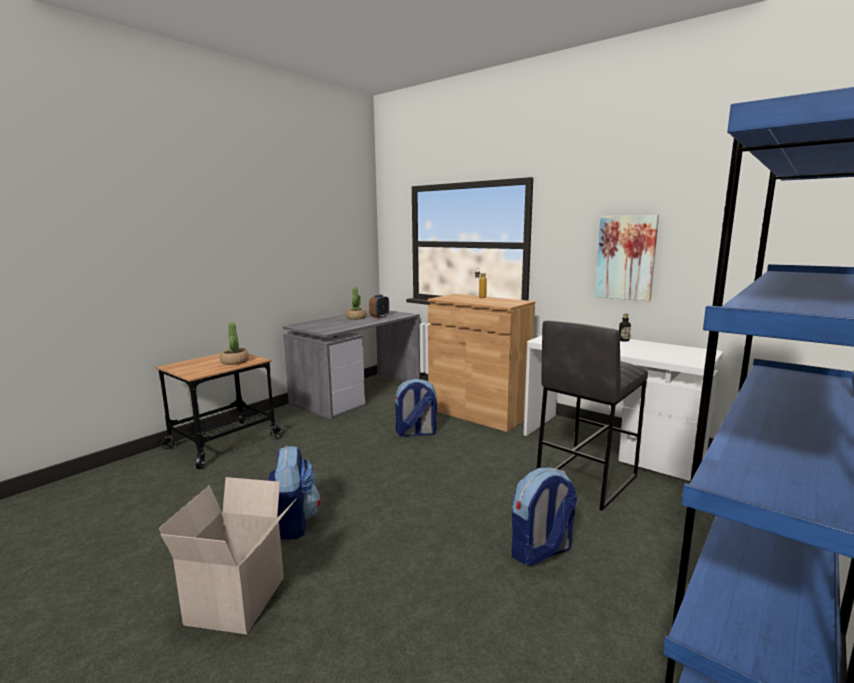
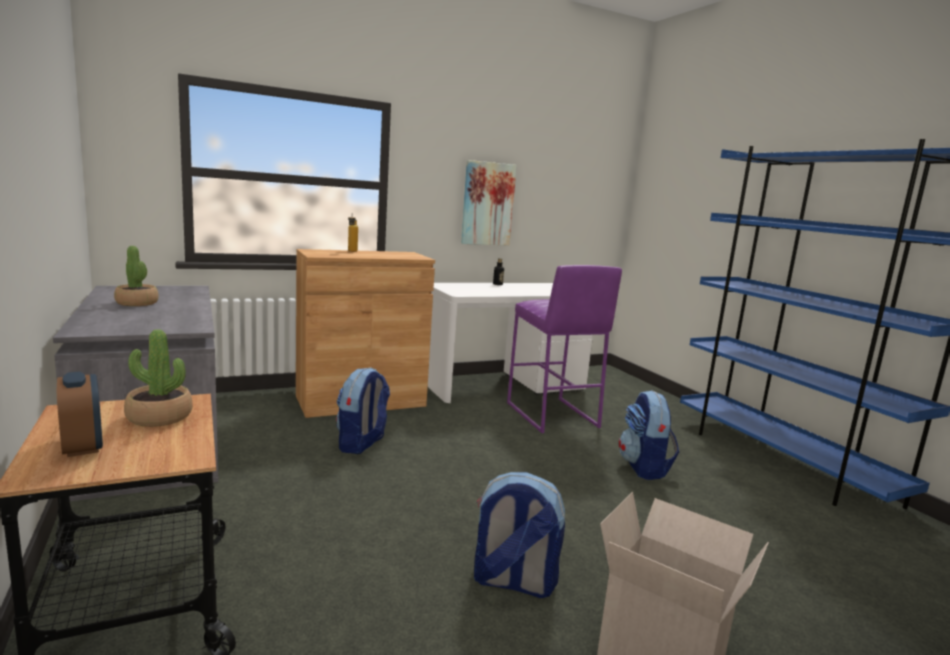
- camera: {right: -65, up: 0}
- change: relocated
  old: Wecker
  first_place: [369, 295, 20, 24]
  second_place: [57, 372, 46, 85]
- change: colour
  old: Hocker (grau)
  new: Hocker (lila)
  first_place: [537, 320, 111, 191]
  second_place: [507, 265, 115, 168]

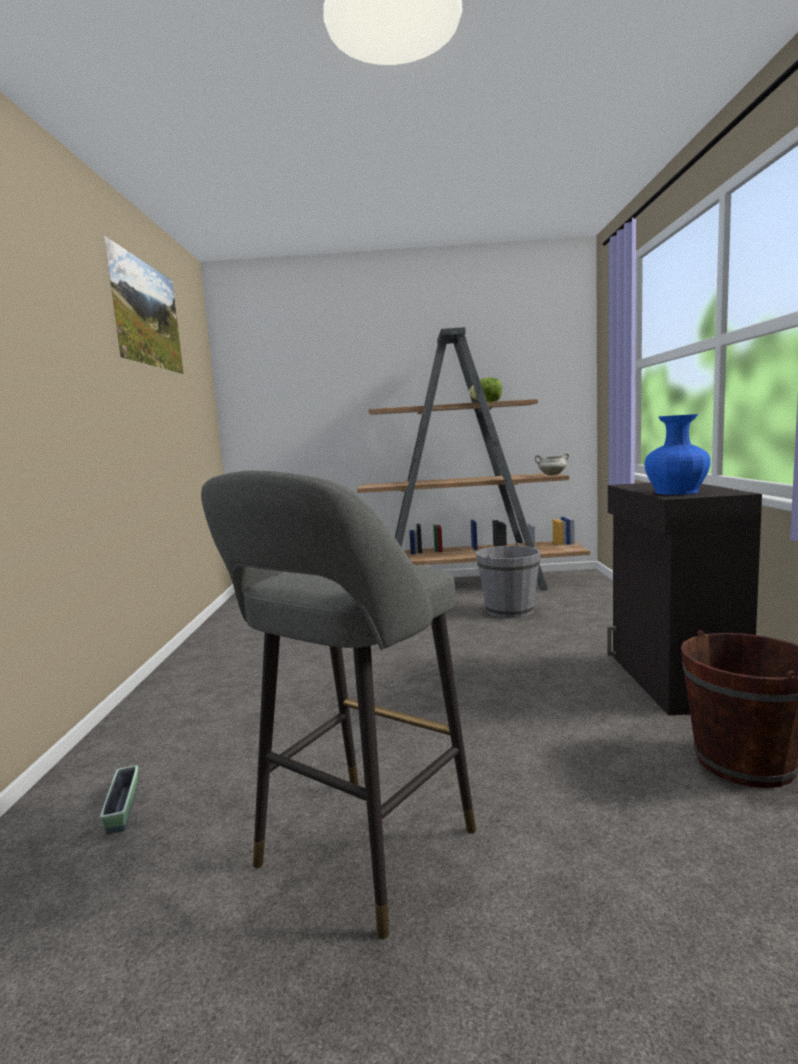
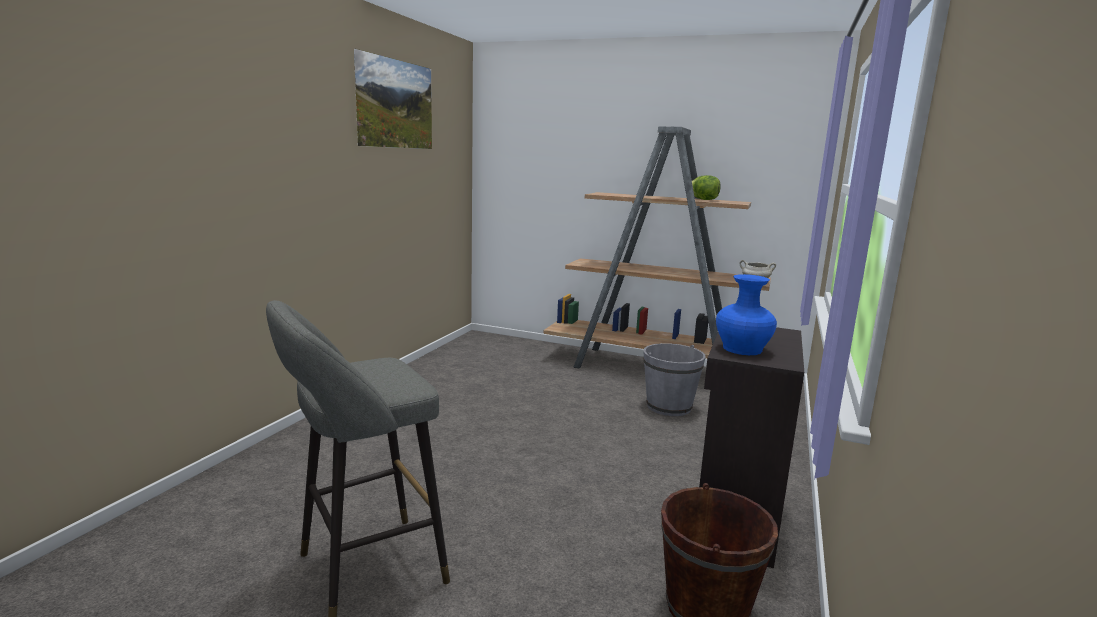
- camera: {right: 20, up: 5}
- change: missing
  old: Pflanzkübel
  first_place: [100, 765, 38, 69]

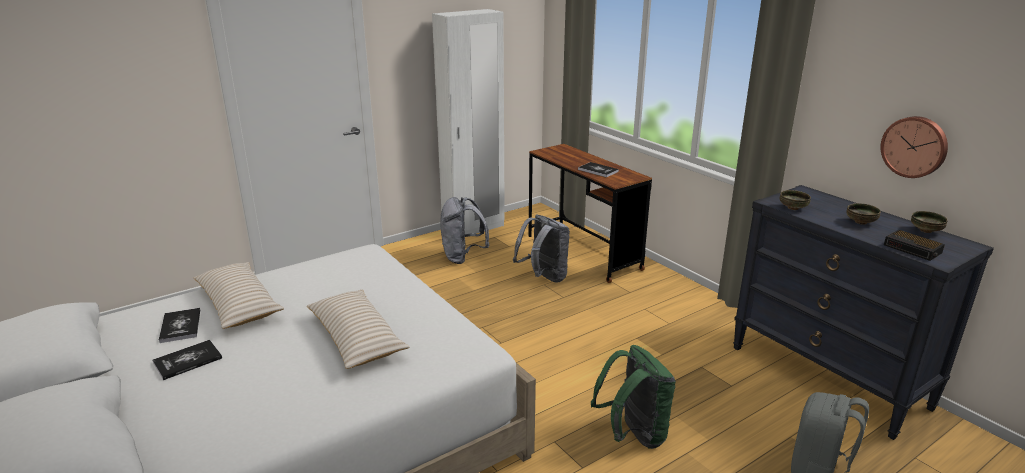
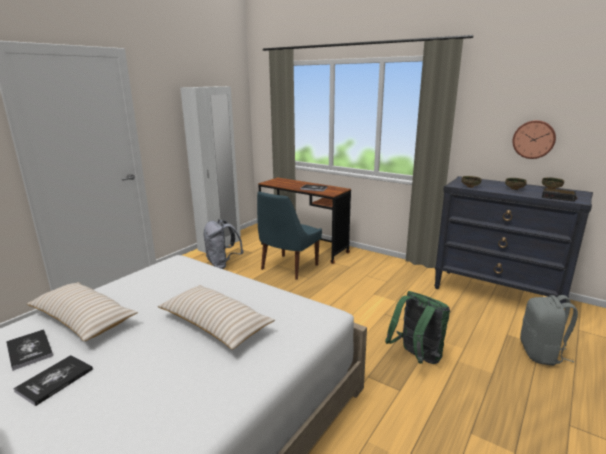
- camera: {right: -20, up: -5}
- change: exchanged
  old: Rucksack (grau)
  new: Stuhl (blau)
  first_place: [513, 214, 57, 69]
  second_place: [257, 192, 65, 88]

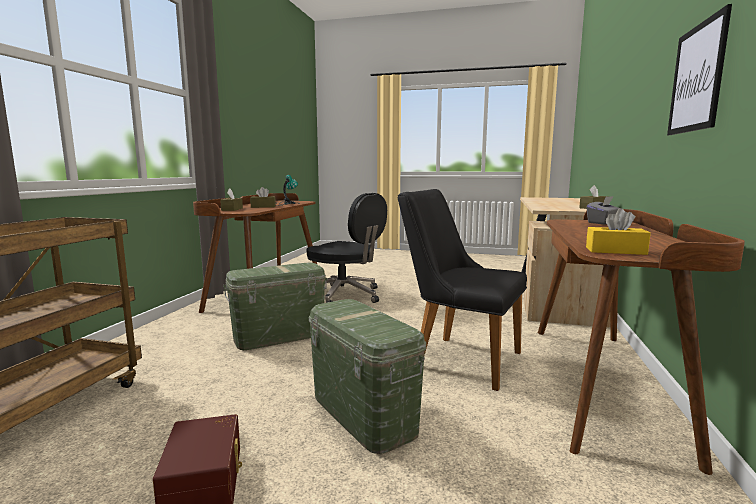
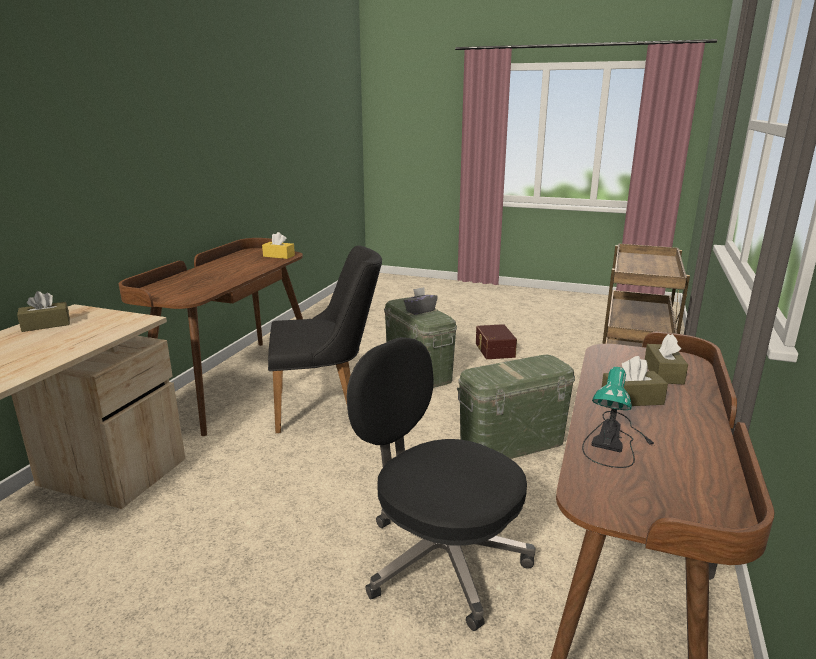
- camera: {right: -175, up: 10}
- change: missing
  old: Bild
  first_place: [667, 4, 65, 131]
- change: relocated
  old: Taschentuchbox (grau)
  first_place: [587, 196, 32, 28]
  second_place: [403, 287, 35, 28]
- change: spun
  old: Stuhl (schwarz)
  first_place: [398, 189, 129, 202]
  second_place: [268, 245, 114, 188]
  degrees: -45

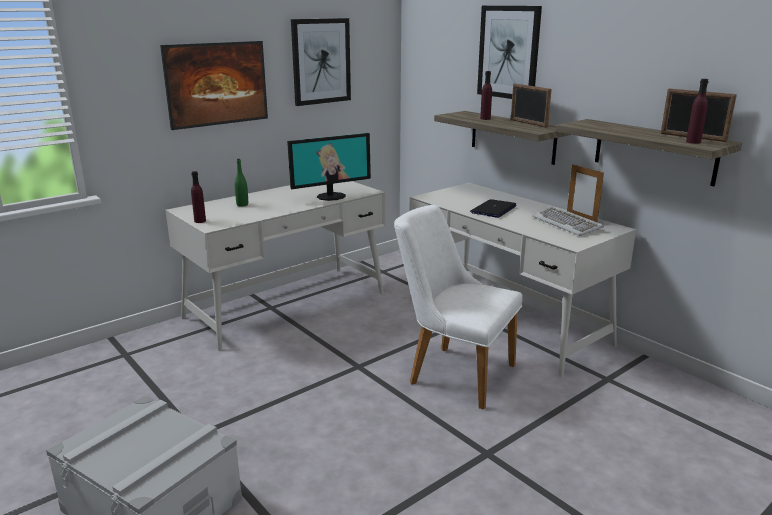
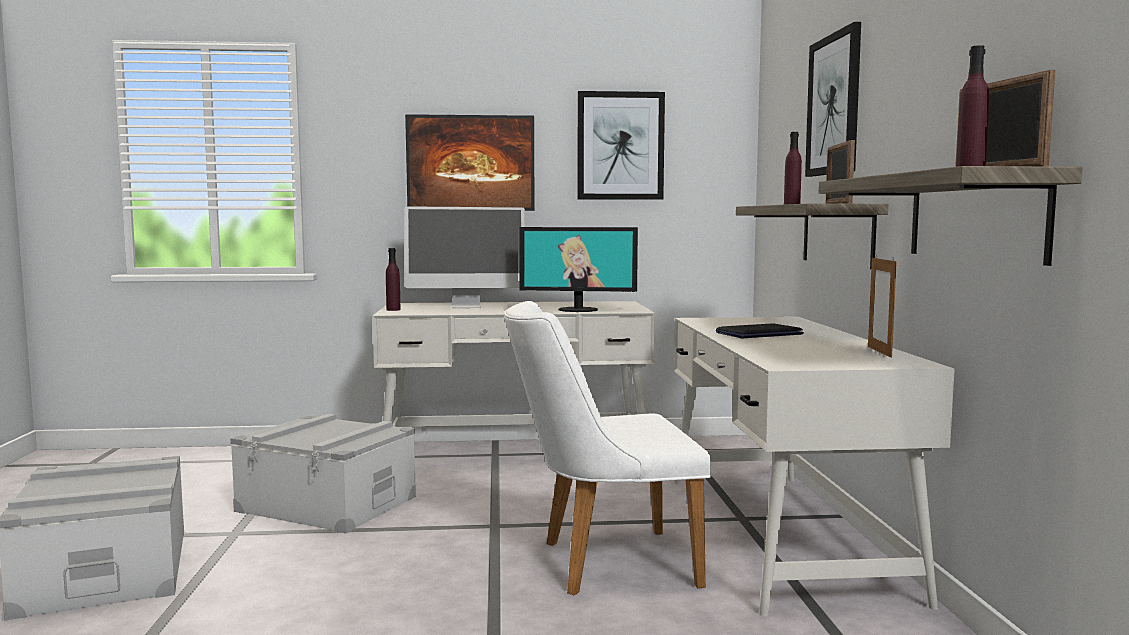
- camera: {right: 35, up: -15}
- change: missing
  old: Tastatur
  first_place: [532, 207, 72, 29]
- change: appeared
  new: Aufbewahrungsbox (grau)
  second_place: [230, 414, 186, 119]
- change: exchanged
  old: Flasche (grün)
  new: Monitor
  first_place: [235, 159, 13, 48]
  second_place: [405, 206, 120, 102]
- change: spun
  old: Stuhl (weiß)
  first_place: [394, 205, 129, 205]
  second_place: [504, 301, 207, 295]
  degrees: -75

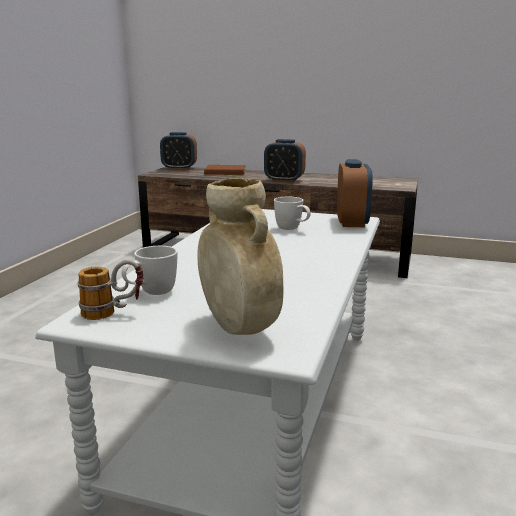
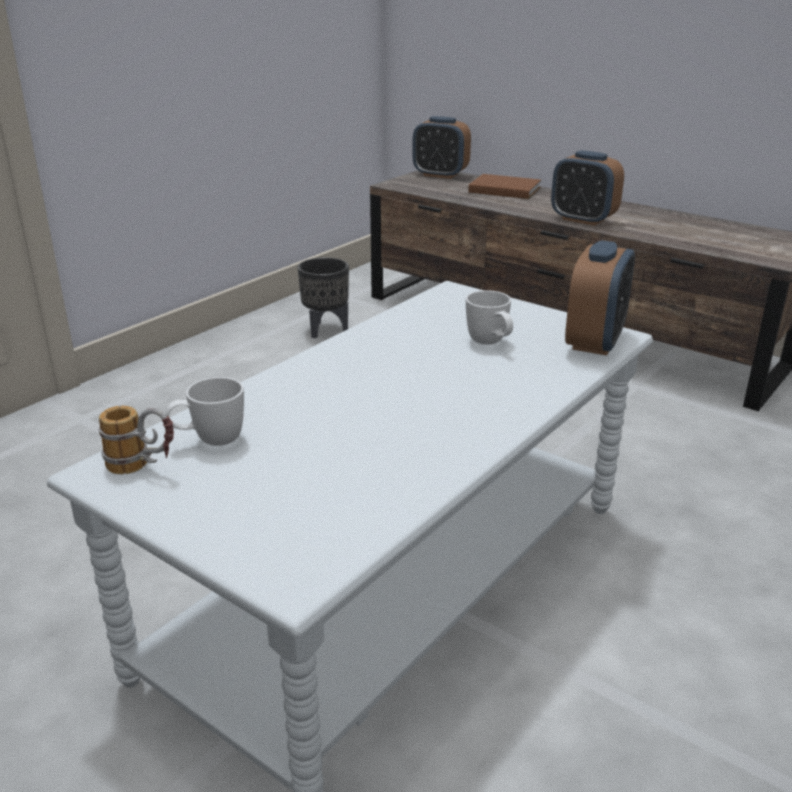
- camera: {right: 20, up: 10}
- change: missing
  old: Vase (beige)
  first_place: [197, 178, 87, 157]
- change: appeared
  new: Pflanzkübel (schwarz)
  second_place: [298, 257, 51, 81]

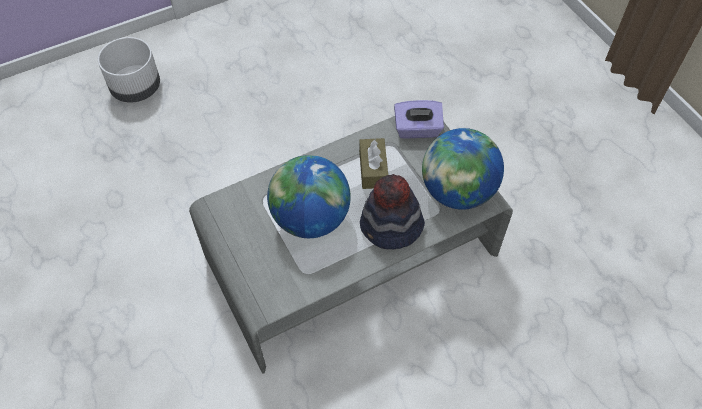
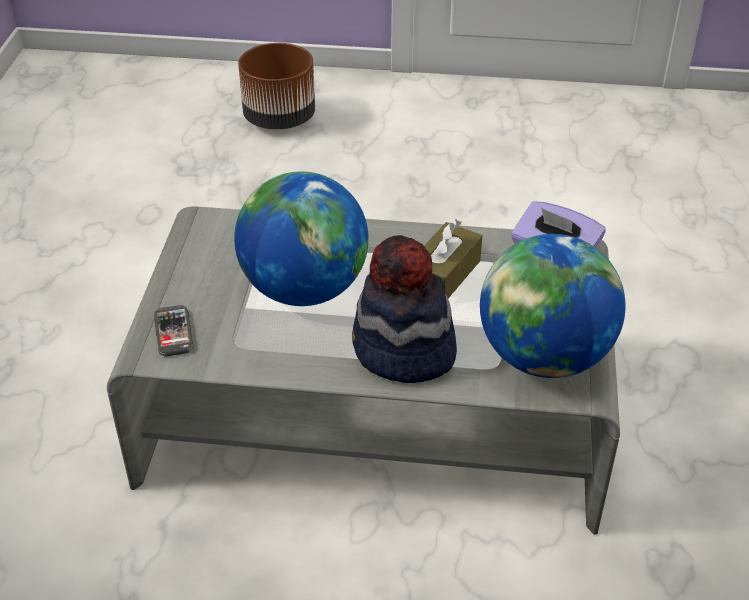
- camera: {right: 35, up: -15}
- change: appeared
  new: Handy
  second_place: [154, 305, 40, 52]
- change: colour
  old: Pflanzkübel (weiß)
  new: Pflanzkübel (braun)
  first_place: [98, 37, 62, 66]
  second_place: [238, 43, 77, 86]

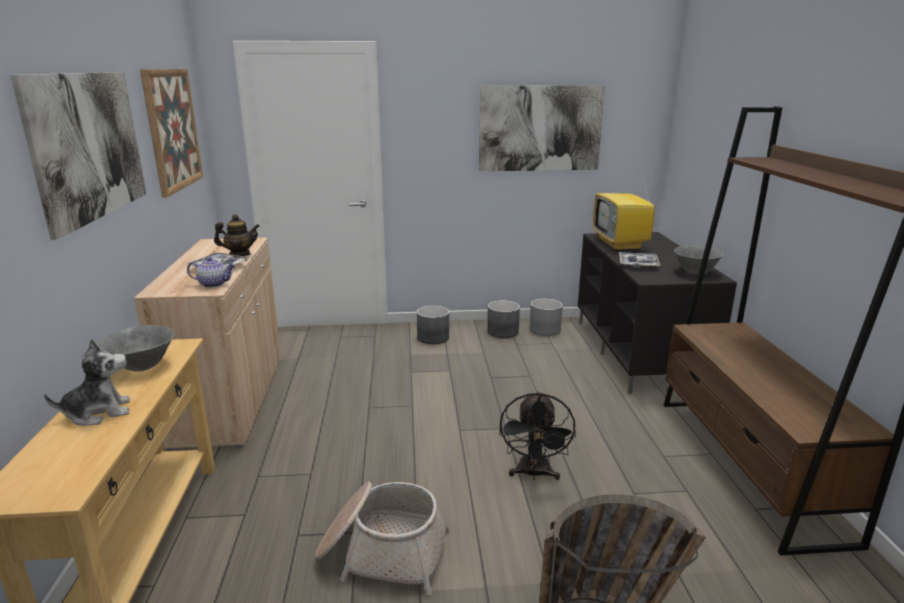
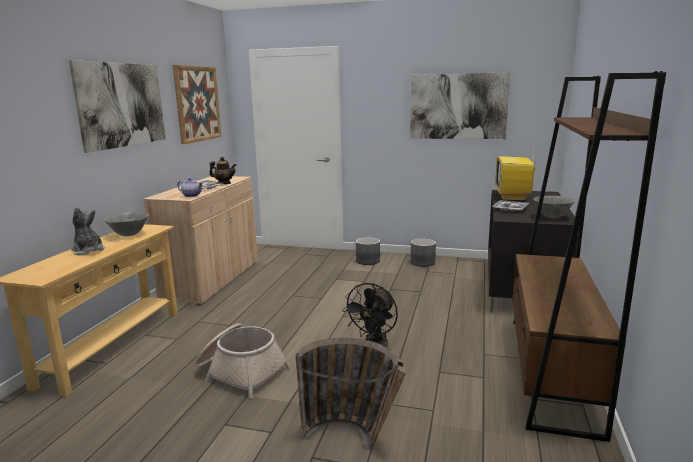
- camera: {right: 20, up: -5}
- change: missing
  old: Pflanzkübel (grau)
  first_place: [529, 298, 34, 38]
- change: spun
  old: Plüschtier
  first_place: [44, 339, 86, 87]
  second_place: [71, 207, 34, 48]
  degrees: -135

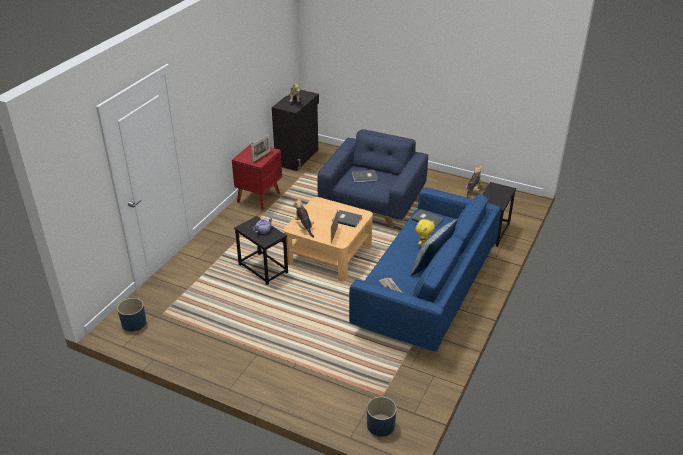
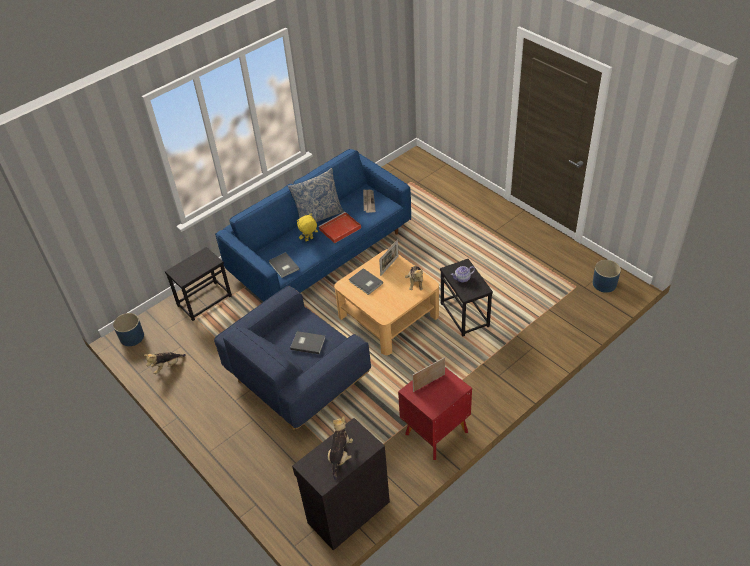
- camera: {right: -155, up: 10}
- change: appeared
  new: Tablett (rot)
  second_place: [318, 212, 43, 31]
- change: relocated
  old: Pflanzkübel (blau)
  first_place: [367, 397, 30, 40]
  second_place: [113, 313, 31, 33]

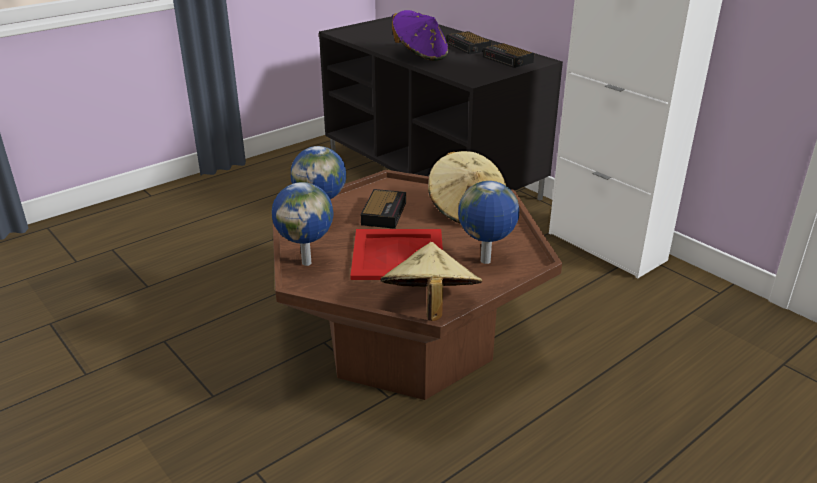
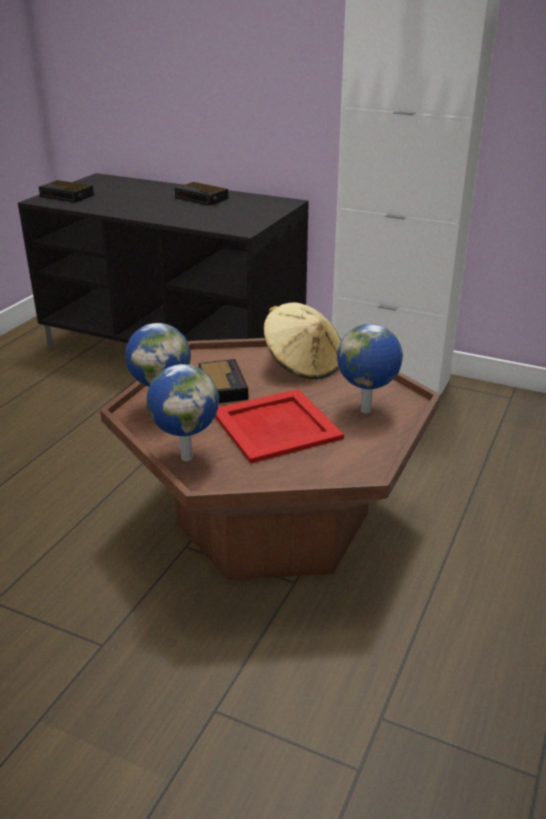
- camera: {right: -25, up: 0}
- change: missing
  old: Hut (beige)
  first_place: [381, 242, 101, 79]
- change: missing
  old: Hut (lila)
  first_place: [392, 10, 56, 51]
- change: relocated
  old: Wecker
  first_place: [483, 43, 51, 25]
  second_place: [39, 180, 55, 22]

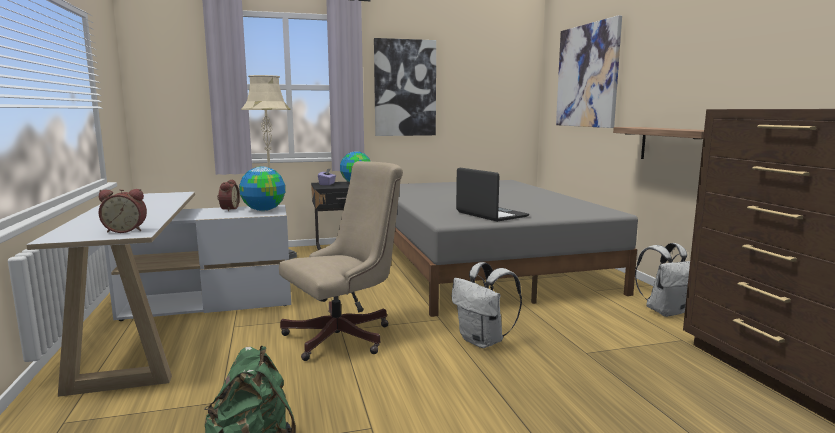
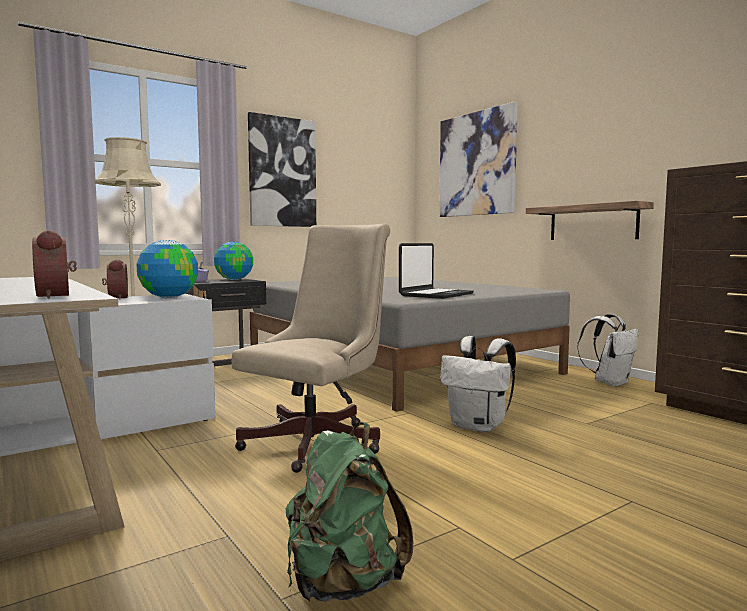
- camera: {right: -20, up: -5}
- change: spun
  old: Wecker
  first_place: [98, 189, 49, 44]
  second_place: [32, 230, 45, 68]
  degrees: 90
- change: spun
  old: Laptop
  first_place: [456, 168, 73, 54]
  second_place: [399, 243, 75, 56]
  degrees: 90

